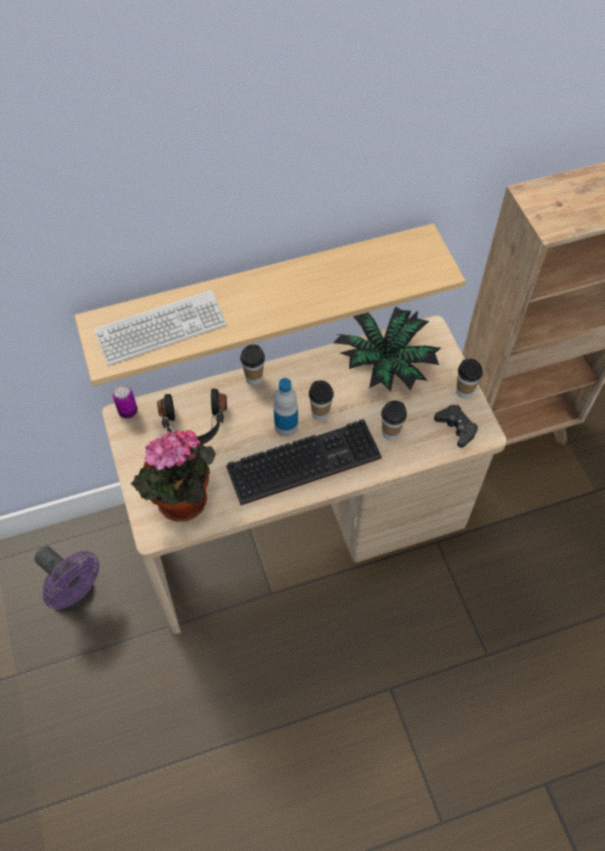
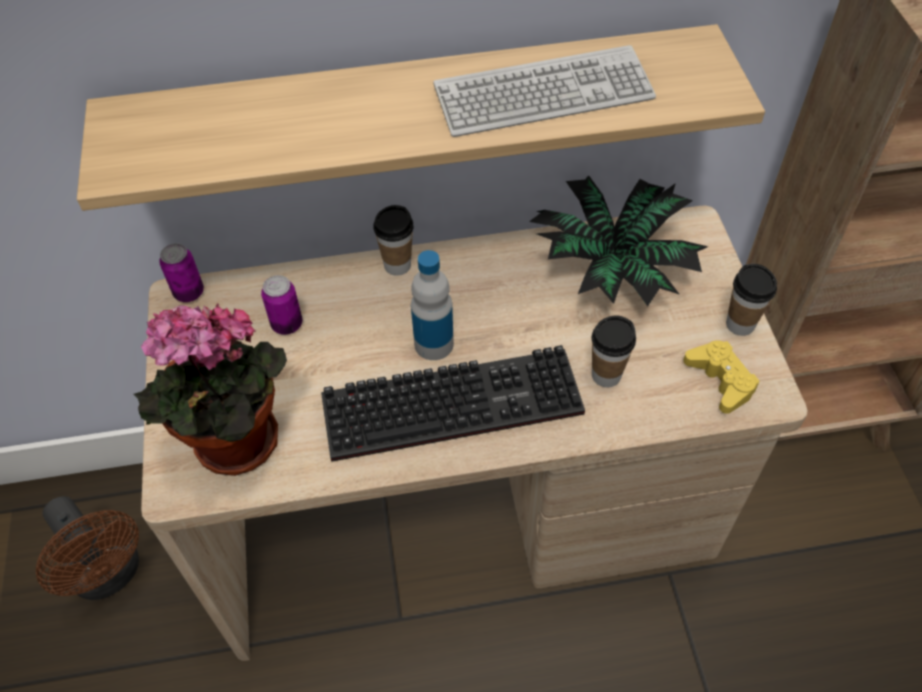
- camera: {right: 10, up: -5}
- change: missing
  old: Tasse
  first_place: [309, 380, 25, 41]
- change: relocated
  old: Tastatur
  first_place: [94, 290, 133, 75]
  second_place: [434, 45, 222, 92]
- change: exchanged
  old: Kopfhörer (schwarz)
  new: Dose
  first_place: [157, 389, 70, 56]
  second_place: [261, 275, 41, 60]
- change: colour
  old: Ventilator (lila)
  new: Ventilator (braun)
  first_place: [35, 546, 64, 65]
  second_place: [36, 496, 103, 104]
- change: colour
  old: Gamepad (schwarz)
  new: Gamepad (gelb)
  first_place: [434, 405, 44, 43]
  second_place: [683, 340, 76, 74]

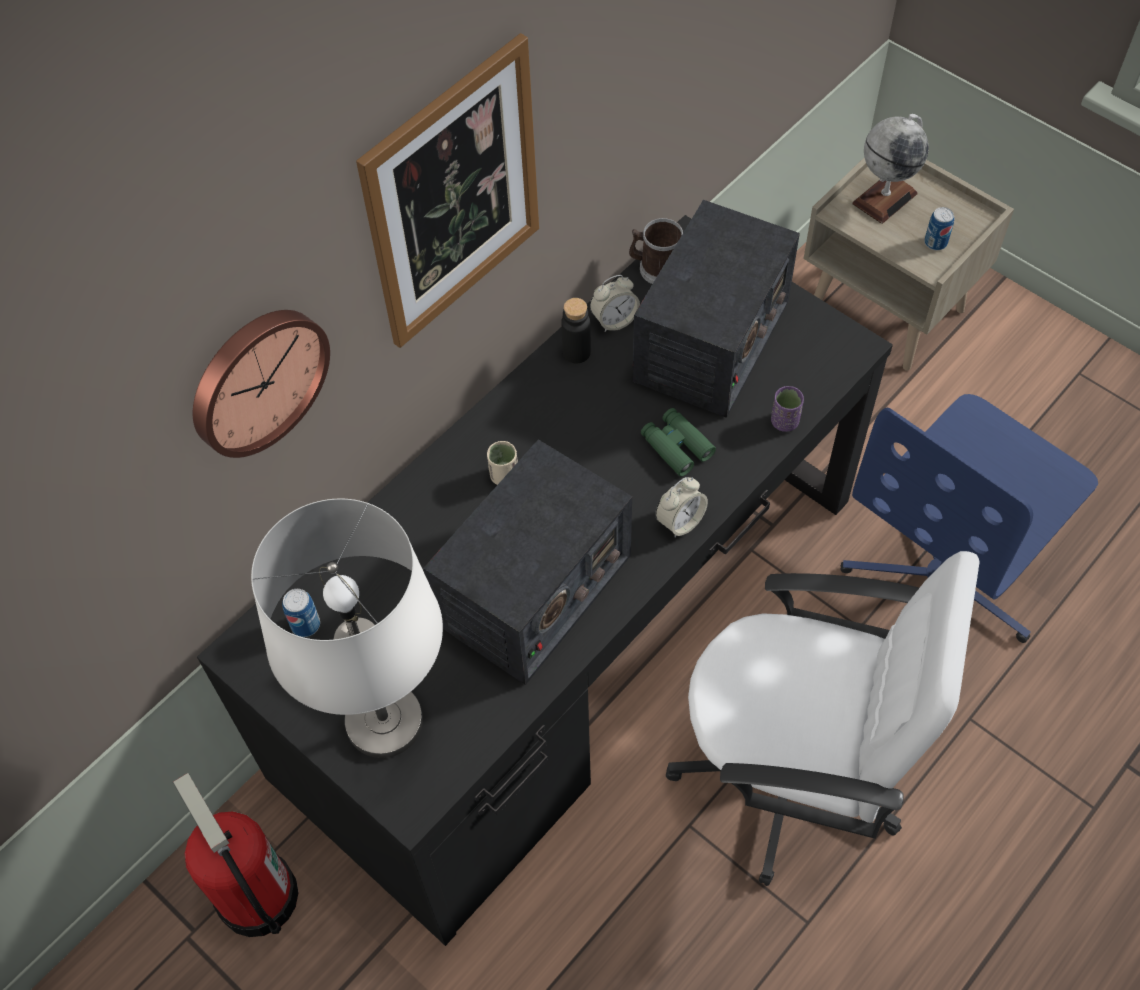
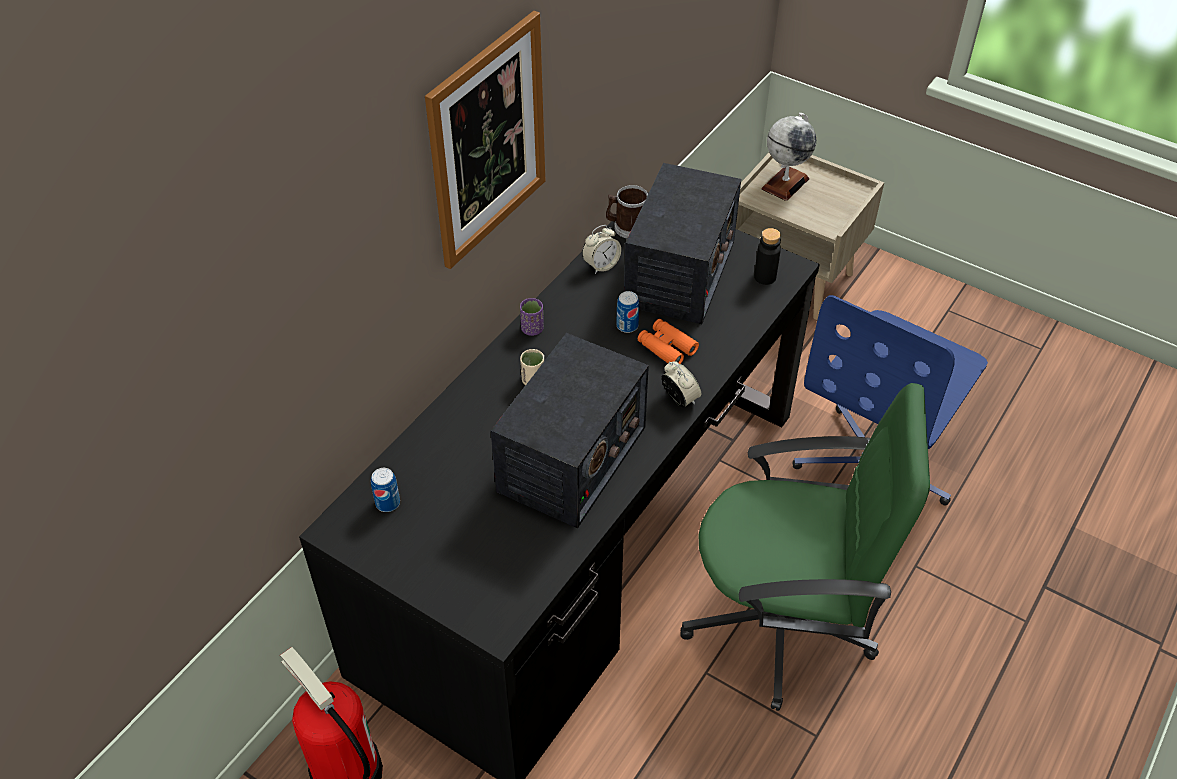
- camera: {right: -10, up: -10}
- change: missing
  old: Wanduhr
  first_place: [193, 310, 137, 148]
- change: missing
  old: Tischlampe (weiß)
  first_place: [251, 499, 192, 259]
- change: relocated
  old: Flasche (schwarz)
  first_place: [561, 298, 30, 65]
  second_place: [754, 228, 27, 57]
- change: relocated
  old: Tasse (lila)
  first_place: [771, 386, 33, 46]
  second_place: [520, 298, 24, 38]
- change: relocated
  old: Dose
  first_place: [924, 207, 30, 43]
  second_place: [616, 291, 23, 42]
- change: colour
  old: Fernglas (grün)
  new: Fernglas (orange)
  first_place: [641, 408, 75, 68]
  second_place: [638, 319, 61, 45]
- change: colour
  old: Bürostuhl (weiß)
  new: Bürostuhl (grün)
  first_place: [666, 551, 314, 335]
  second_place: [680, 383, 250, 328]
- change: spun
  old: Wecker
  first_place: [655, 477, 53, 61]
  second_place: [661, 361, 40, 47]
  degrees: -75

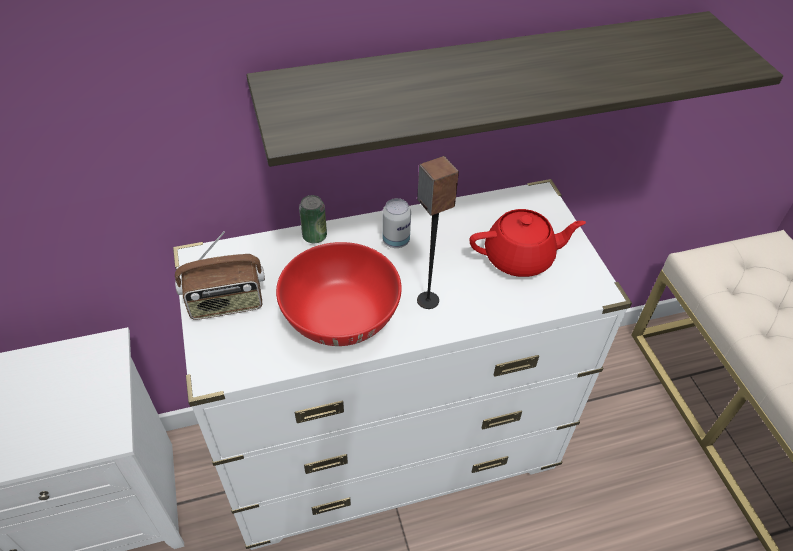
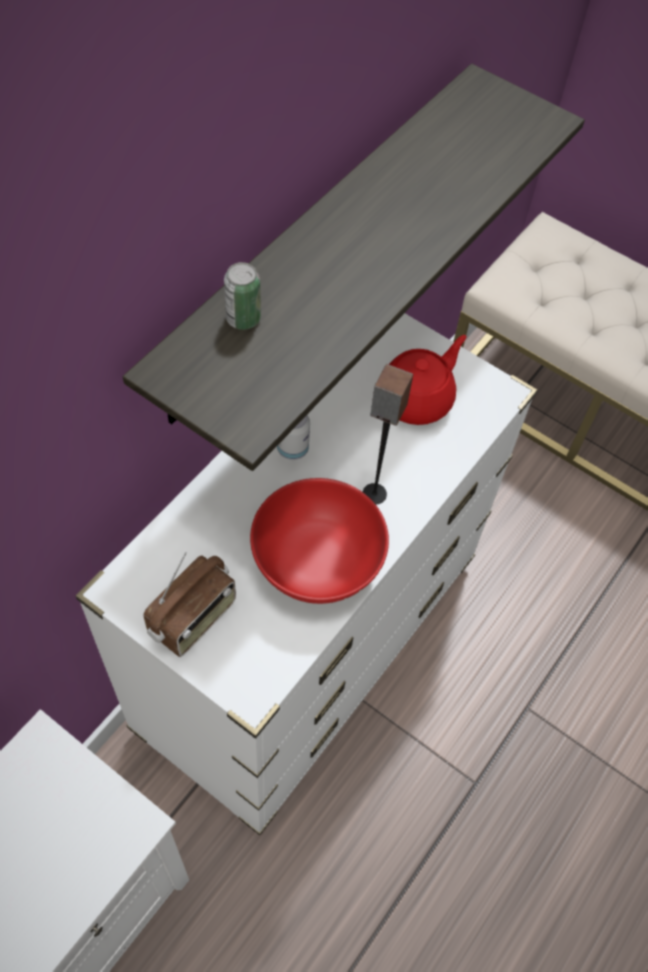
- camera: {right: -40, up: 10}
- change: relocated
  old: Dose
  first_place: [299, 195, 28, 48]
  second_place: [224, 262, 37, 68]

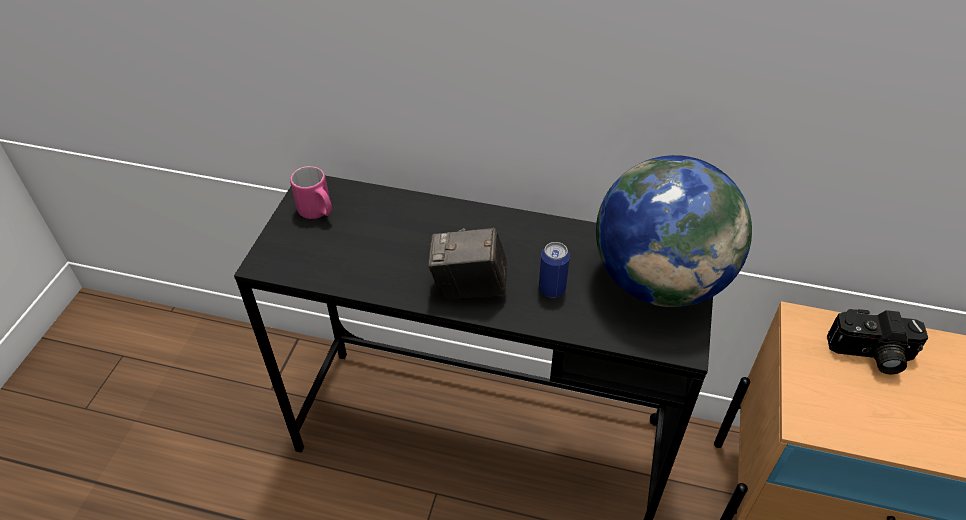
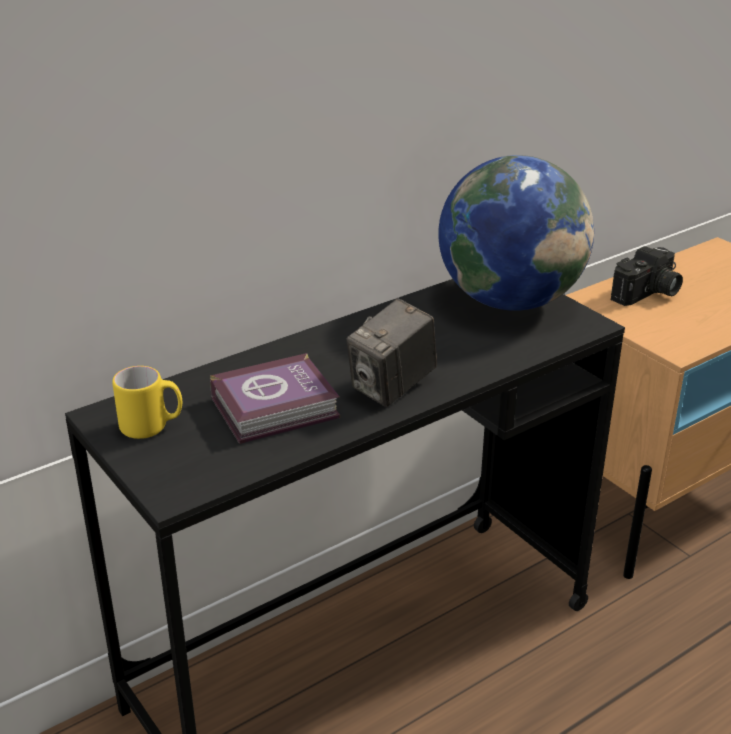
- camera: {right: -50, up: -15}
- change: missing
  old: Dose
  first_place: [539, 242, 31, 56]
- change: appeared
  new: Buch
  second_place: [210, 353, 130, 91]
- change: colour
  old: Henkelbecher (rosa)
  new: Henkelbecher (gelb)
  first_place: [290, 166, 42, 53]
  second_place: [112, 366, 70, 73]

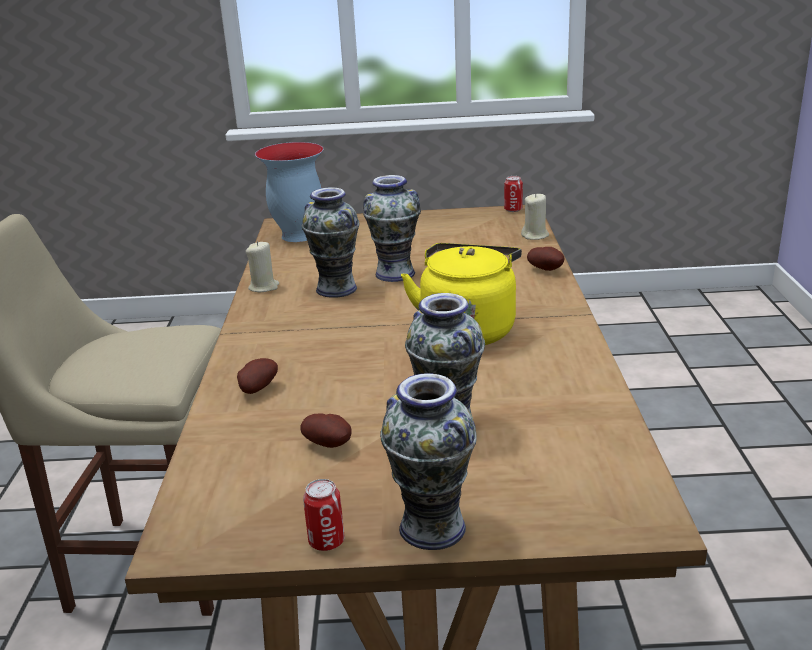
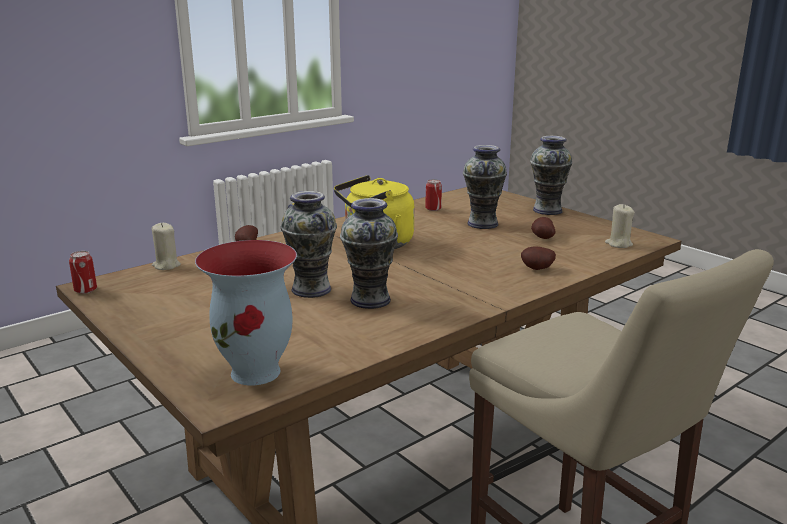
- camera: {right: -130, up: -5}
- change: relocated
  old: Kerze (beige)
  first_place: [246, 241, 33, 51]
  second_place: [605, 204, 30, 44]
- change: relocated
  old: Dose
  first_place: [303, 479, 42, 72]
  second_place: [425, 179, 17, 32]

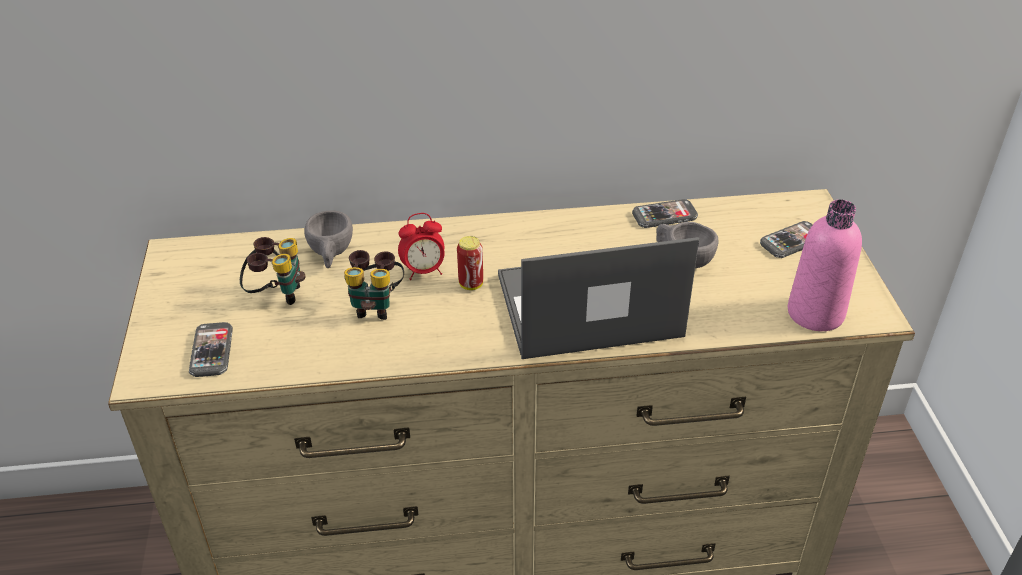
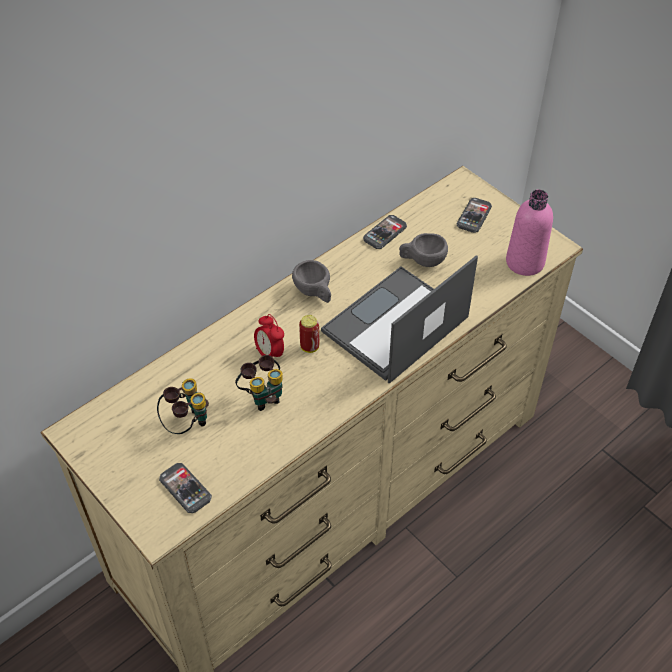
- camera: {right: -35, up: 10}
- change: relocated
  old: Tasse (grau)
  first_place: [305, 210, 48, 58]
  second_place: [292, 260, 39, 43]
- change: spun
  old: Wecker
  first_place: [398, 213, 47, 67]
  second_place: [254, 314, 30, 43]
  degrees: 105

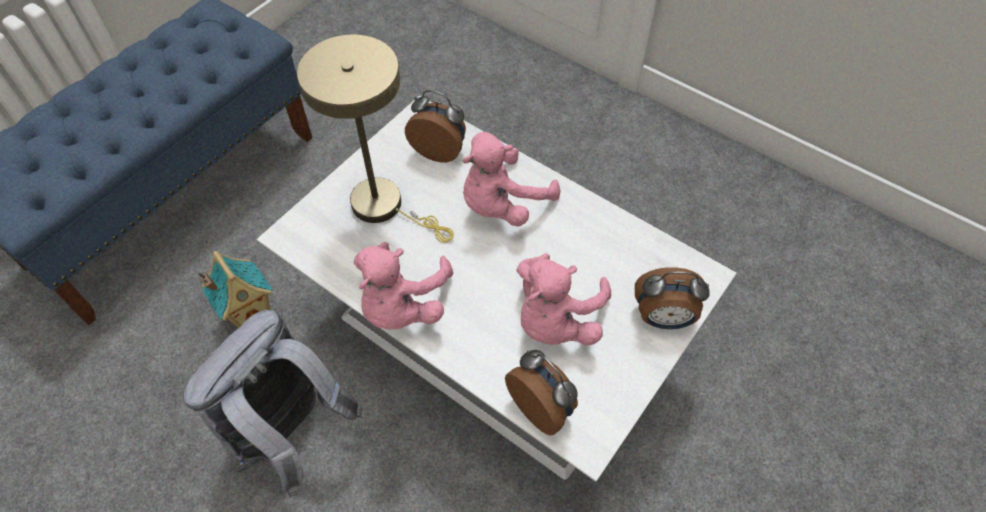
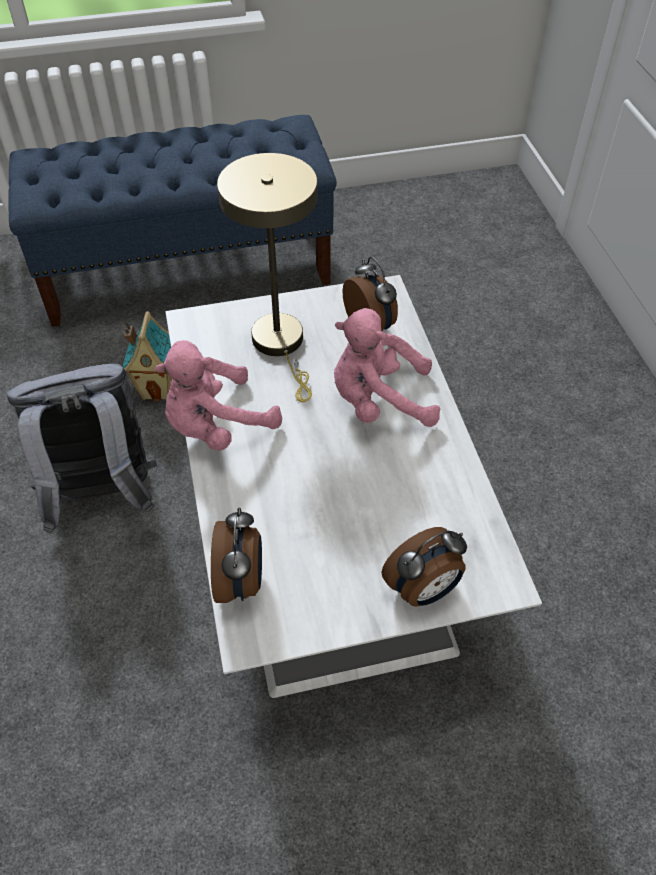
- camera: {right: 40, up: -5}
- change: missing
  old: Plüschtier (rosa)
  first_place: [516, 253, 95, 92]
- change: spun
  old: Wecker
  first_place: [635, 267, 75, 62]
  second_place: [382, 527, 85, 80]
  degrees: -75

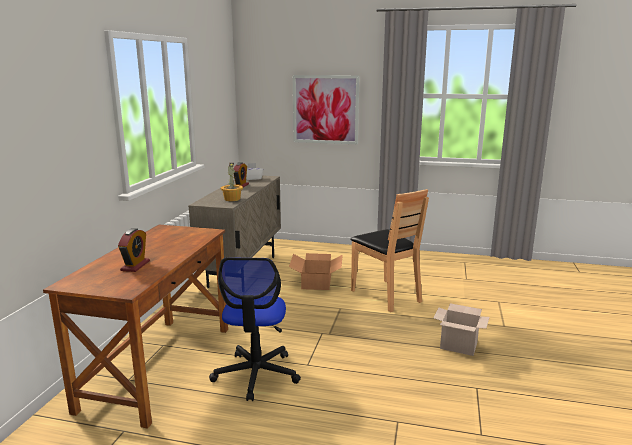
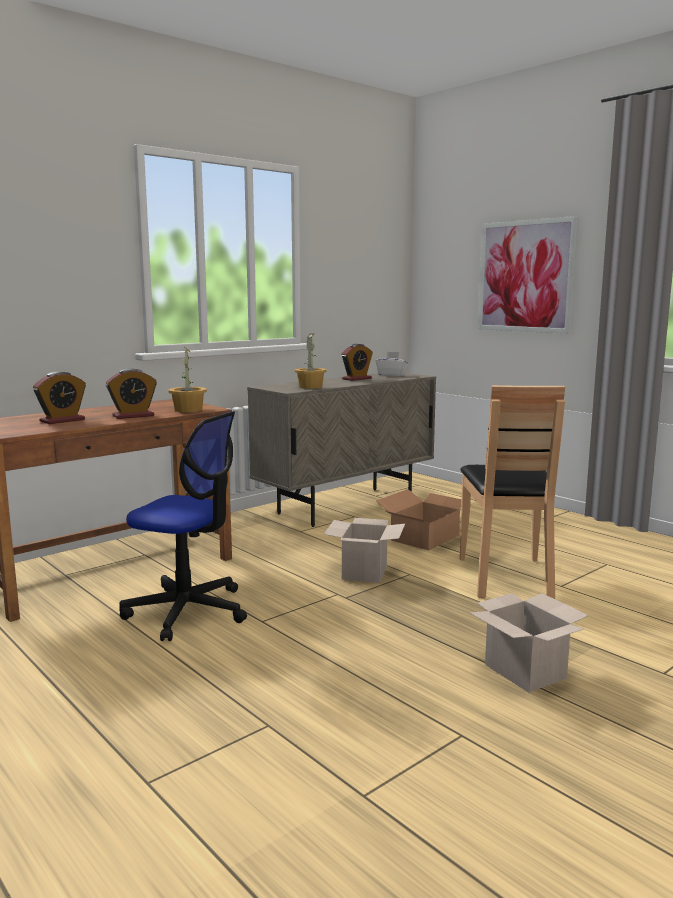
- camera: {right: 35, up: -5}
- change: appeared
  new: Wecker
  second_place: [106, 369, 51, 50]
- change: appeared
  new: Topfpflanze
  second_place: [168, 347, 39, 65]
- change: appeared
  new: Karton
  second_place: [324, 518, 81, 65]
- change: spun
  old: Bürostuhl
  first_place: [209, 258, 92, 143]
  second_place: [119, 411, 128, 230]
  degrees: -105

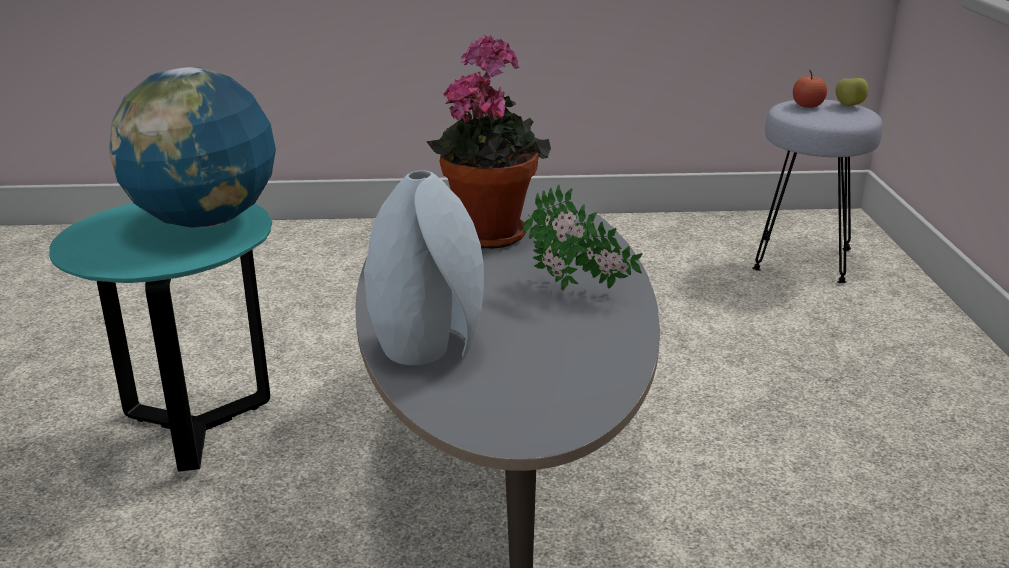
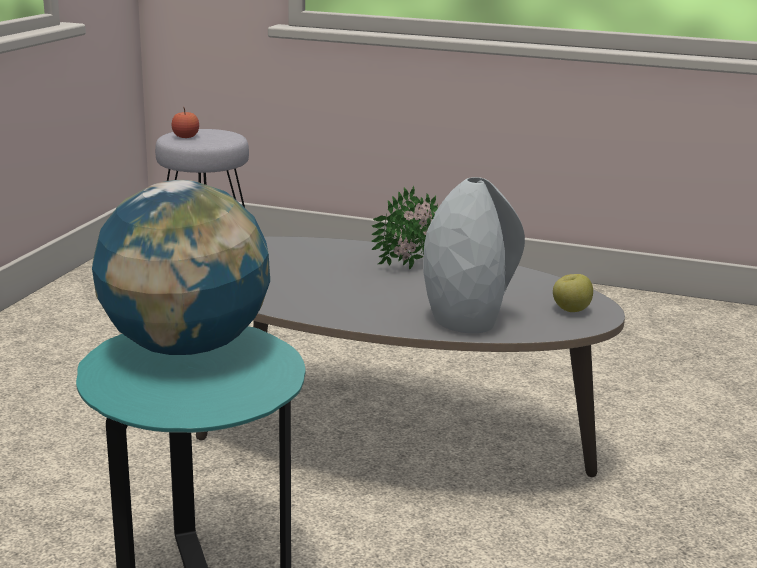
- camera: {right: -70, up: -5}
- change: missing
  old: Topfpflanze
  first_place: [427, 34, 124, 214]
- change: relocated
  old: Apfel
  first_place: [836, 78, 33, 28]
  second_place: [553, 274, 40, 38]

